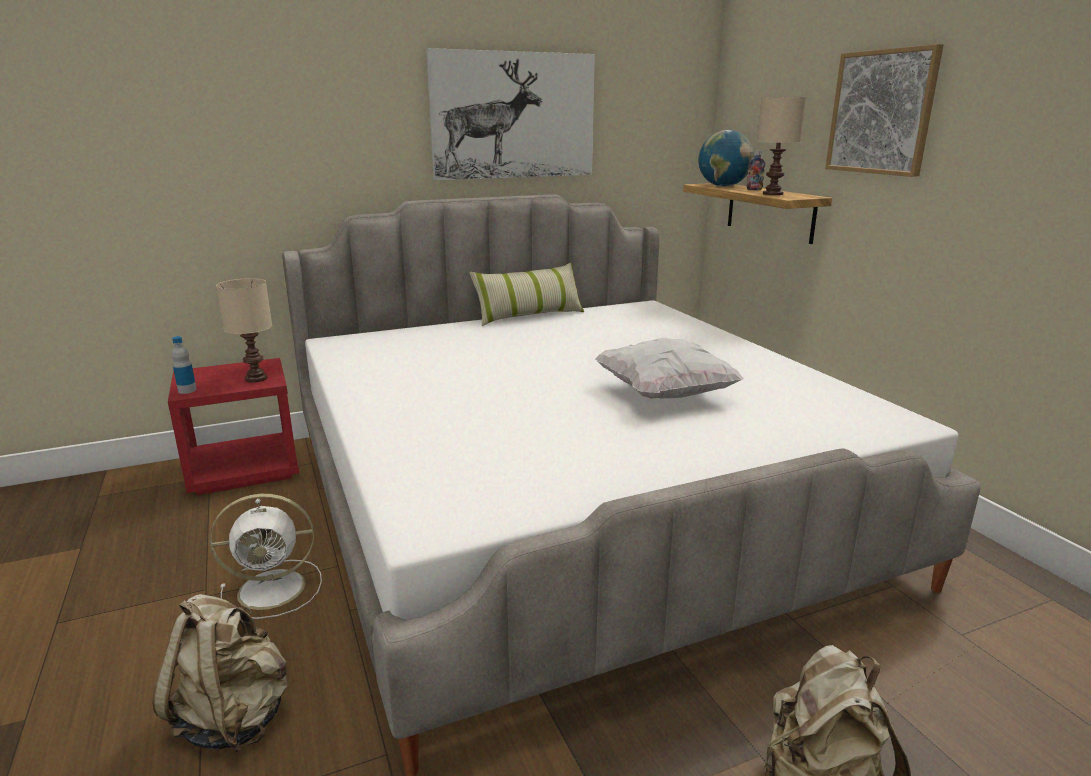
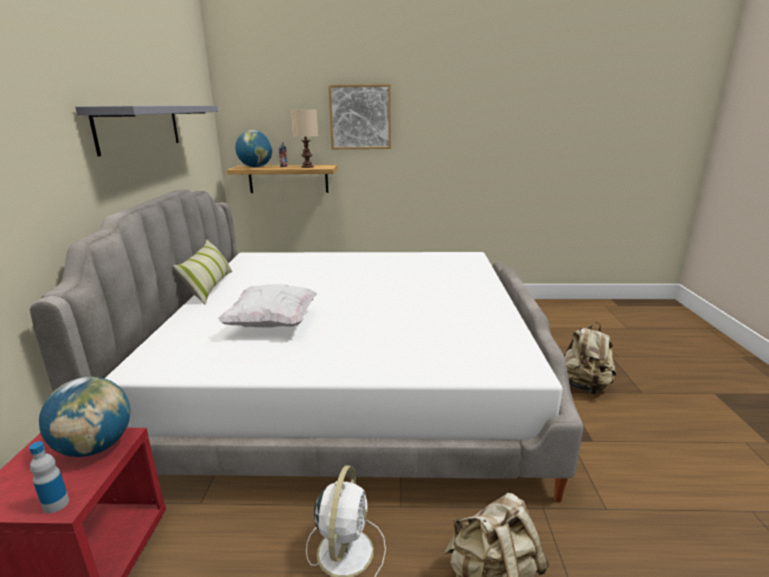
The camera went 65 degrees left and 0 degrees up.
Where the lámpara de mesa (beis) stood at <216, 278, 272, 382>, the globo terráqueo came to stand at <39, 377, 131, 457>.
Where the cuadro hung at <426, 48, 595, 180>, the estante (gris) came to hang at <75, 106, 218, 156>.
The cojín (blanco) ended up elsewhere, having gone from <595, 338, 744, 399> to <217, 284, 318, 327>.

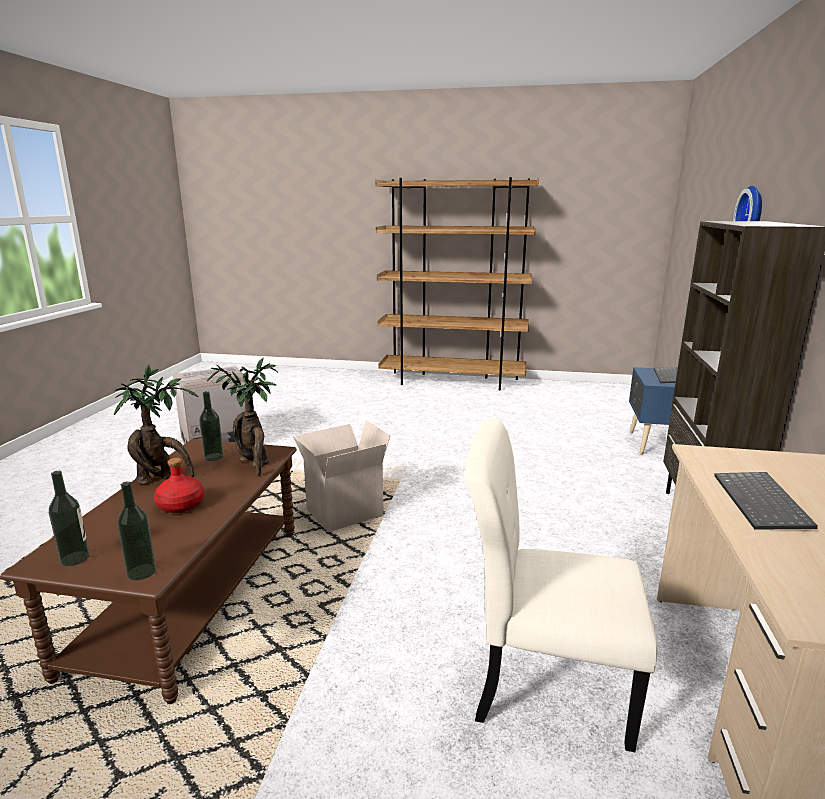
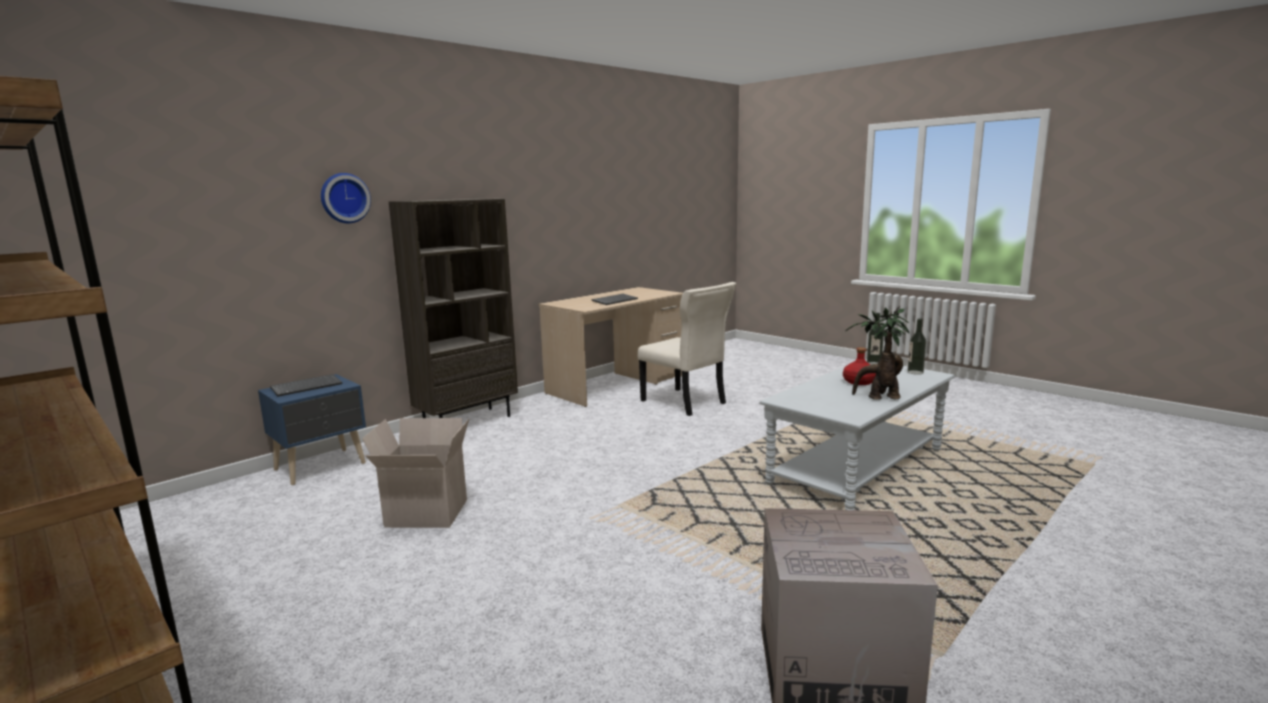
The camera went 145 degrees left and 5 degrees down.
The caja de cartón ended up elsewhere, having gone from <293, 420, 390, 532> to <362, 418, 469, 528>.
What was the mesa de centro (marrón) at <0, 439, 297, 704> turned into the mesa de centro (gris) at <759, 359, 955, 510>.
The second view lost the botella at <199, 391, 224, 461>.
The second view lost the planta en maceta at <207, 358, 278, 476>.

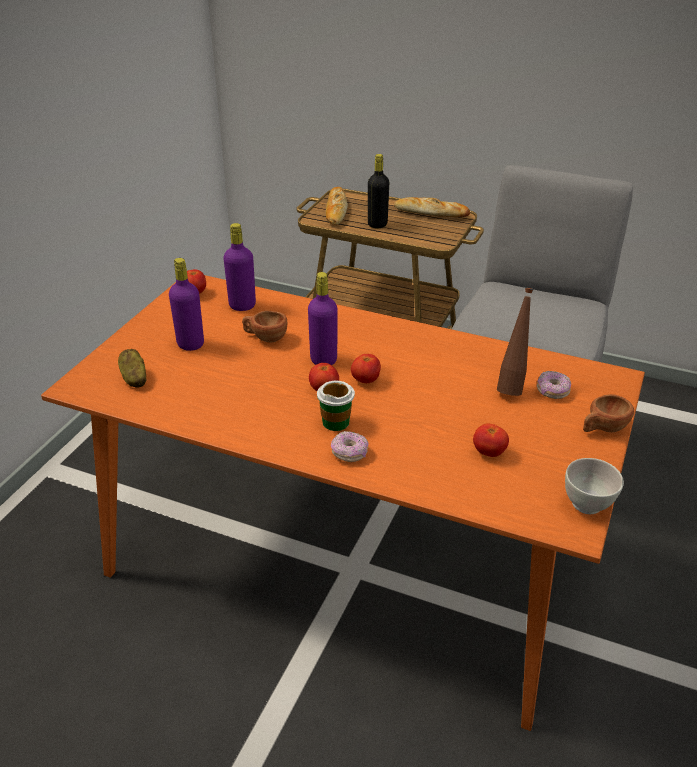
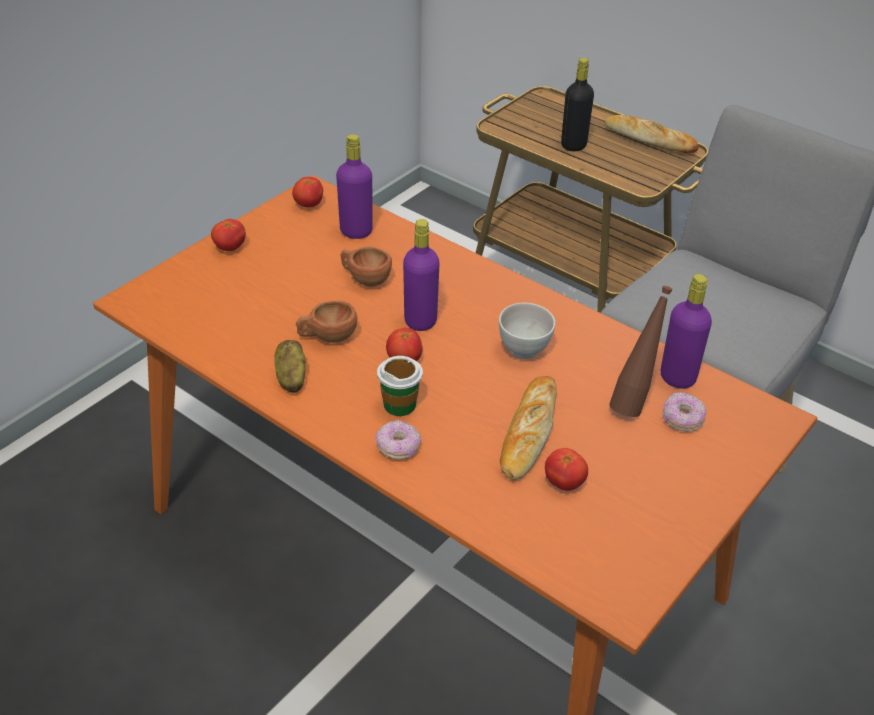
The camera went 15 degrees right and 5 degrees up.
The tomate ended up elsewhere, having gone from <351, 354, 381, 383> to <211, 219, 246, 251>.
The patata ended up elsewhere, having gone from <118, 349, 146, 388> to <275, 340, 306, 393>.
The taza (marrón) ended up elsewhere, having gone from <583, 394, 634, 432> to <296, 301, 358, 343>.
The cuenco (blanco) ended up elsewhere, having gone from <565, 458, 624, 514> to <499, 303, 555, 359>.
The pan ended up elsewhere, having gone from <325, 187, 348, 225> to <500, 376, 556, 480>.
The botella (morado) ended up elsewhere, having gone from <169, 258, 204, 351> to <661, 274, 712, 389>.

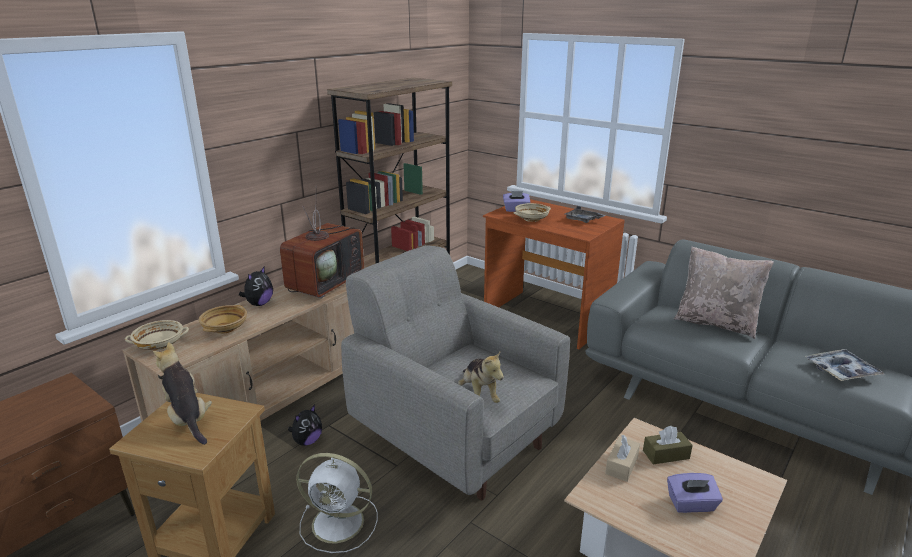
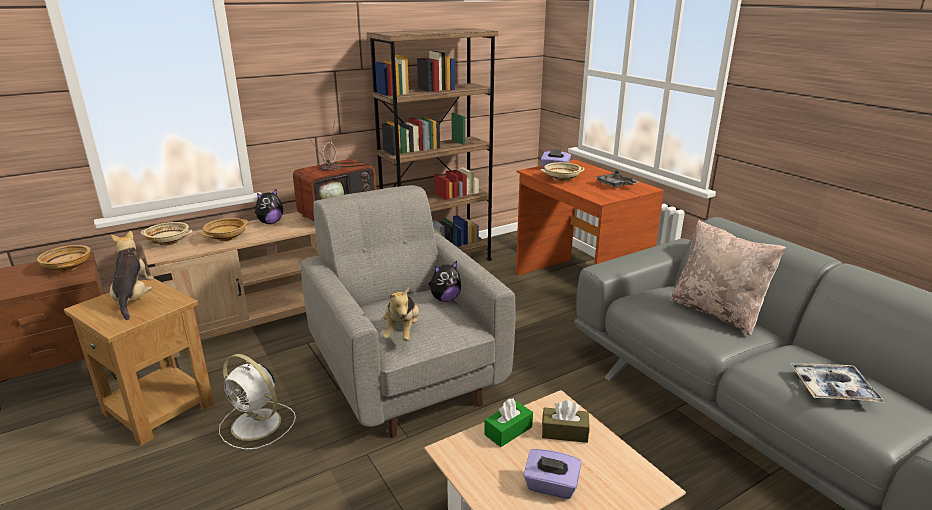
The camera went 20 degrees right and 0 degrees up.
The second view gained the cuenco (beis) at <37, 245, 90, 272>.
The peluche ended up elsewhere, having gone from <288, 405, 322, 446> to <428, 261, 461, 302>.
What was the caja de pañuelos (beis) at <605, 435, 640, 482> turned into the caja de pañuelos (verde) at <484, 399, 533, 447>.

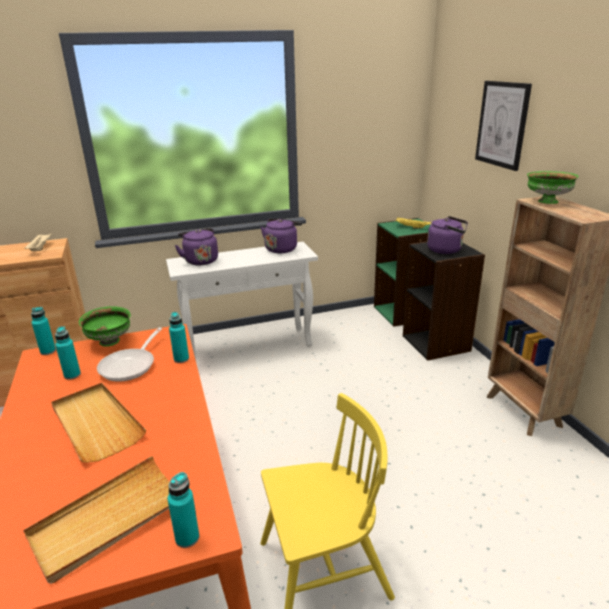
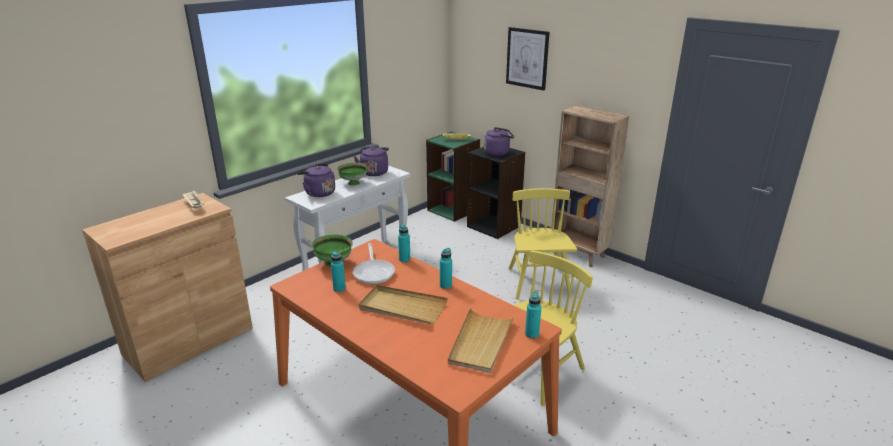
The camera went 30 degrees left and 0 degrees up.
The cuenco (verde) ended up elsewhere, having gone from <527, 171, 579, 204> to <337, 163, 367, 186>.
The botella (turquesa) ended up elsewhere, having gone from <31, 307, 56, 355> to <440, 248, 452, 289>.
The second view gained the silla (amarillo) at <509, 188, 577, 300>.

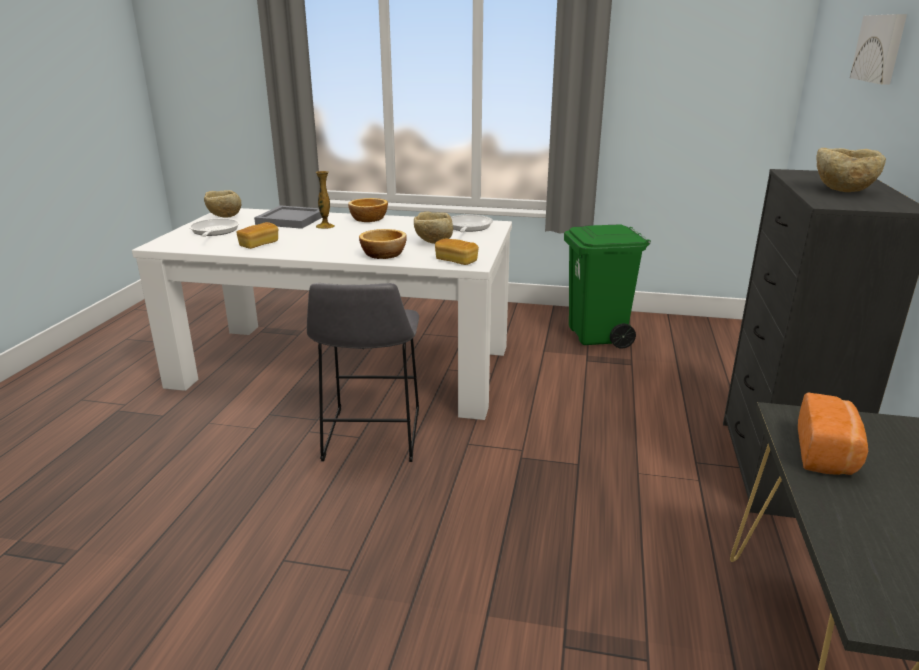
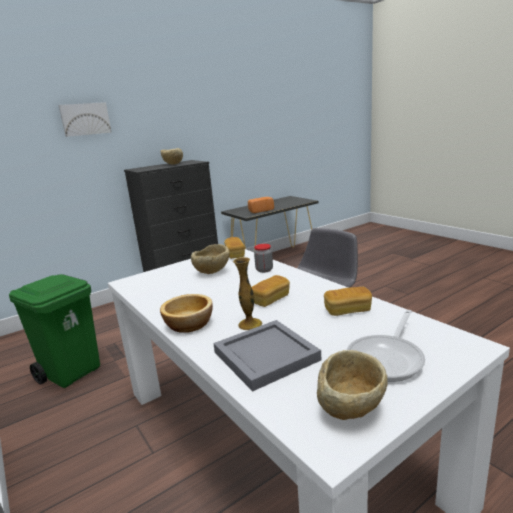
The camera went 135 degrees left and 5 degrees down.
The second view gained the pan at <252, 275, 290, 307>.
Where the cuenco stood at <359, 229, 407, 259>, the tarro came to stand at <254, 244, 273, 273>.
The second view lost the sartén at <451, 215, 493, 232>.

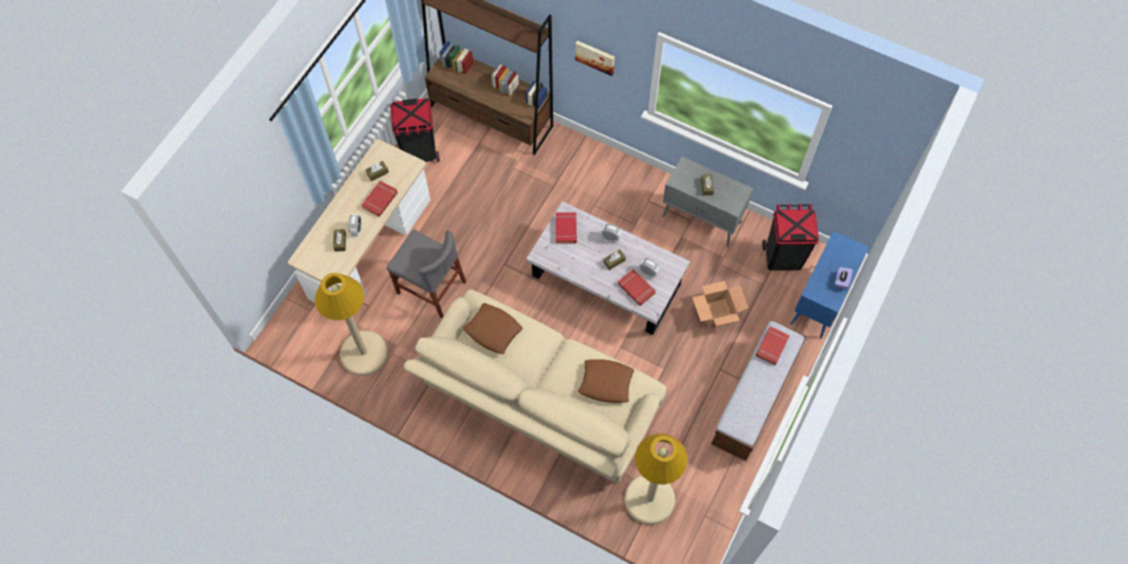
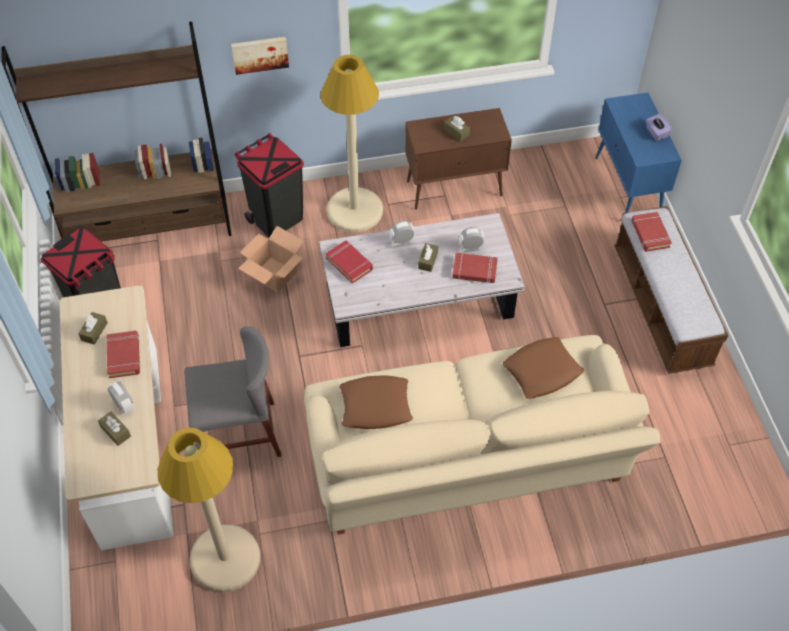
The camera went 40 degrees left and 10 degrees down.
The papelera (negro) ended up elsewhere, having gone from <763, 204, 819, 271> to <235, 133, 304, 237>.
The caja de cartón ended up elsewhere, having gone from <692, 281, 749, 328> to <238, 226, 303, 293>.
The lámpara de pie (beis) ended up elsewhere, having gone from <624, 434, 687, 525> to <321, 55, 383, 232>.
What was the armario (gris) at <662, 157, 753, 247> turned into the armario (marrón) at <405, 108, 512, 210>.

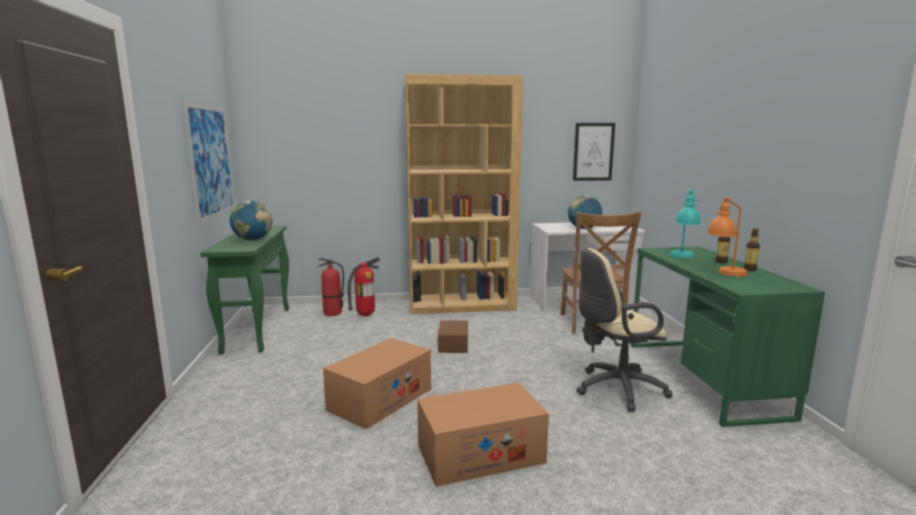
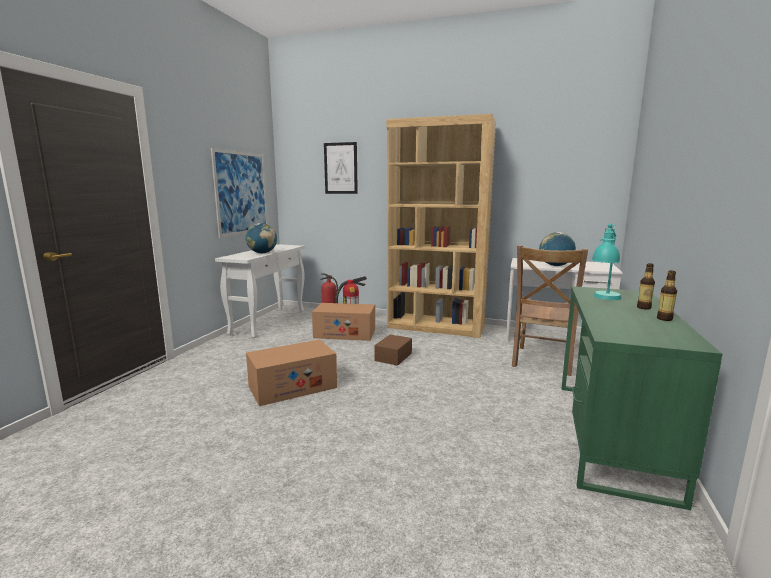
The camera went 25 degrees right and 0 degrees up.
What was the mesa consola (verde) at <200, 225, 289, 354> turned into the mesa consola (blanco) at <215, 244, 305, 338>.
The caja de cartón ended up elsewhere, having gone from <417, 383, 549, 487> to <312, 303, 375, 341>.
The cuadro ended up elsewhere, having gone from <573, 123, 615, 181> to <324, 142, 358, 194>.
The second view lost the silla de oficina (beis) at <577, 248, 673, 412>.
The second view lost the lámpara de mesa (naranja) at <707, 197, 747, 277>.

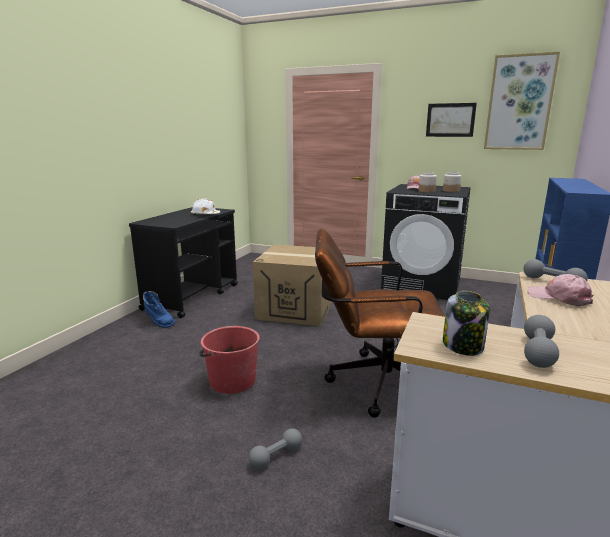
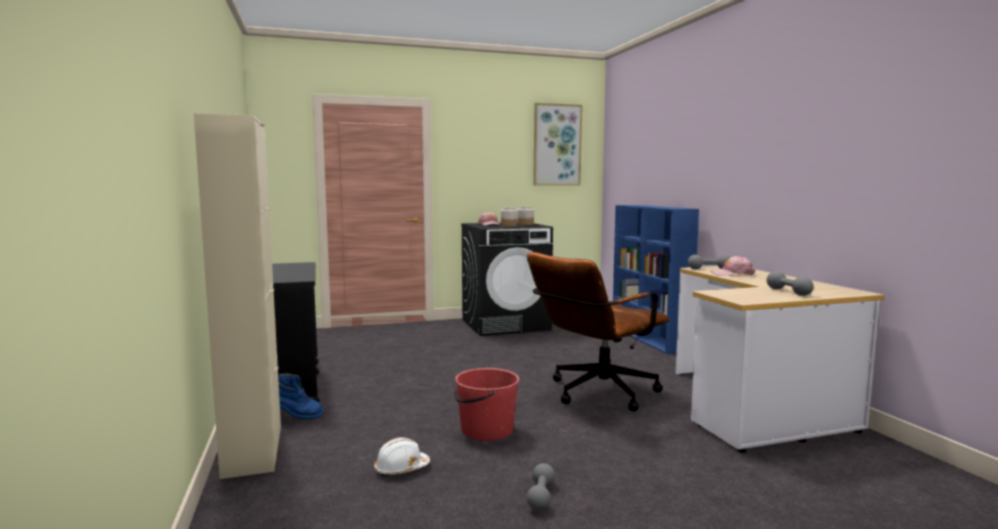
The camera went 40 degrees left and 10 degrees down.
The second view gained the armario (beis) at <194, 113, 281, 479>.
The casco (blanco) ended up elsewhere, having gone from <191, 198, 220, 215> to <374, 437, 430, 476>.
The mancuerna (gris) ended up elsewhere, having gone from <249, 428, 302, 469> to <526, 463, 555, 511>.
The second view lost the caja de cartón at <253, 245, 332, 326>.
The second view lost the cuadro at <426, 103, 477, 137>.
The second view lost the tarro at <443, 291, 490, 356>.

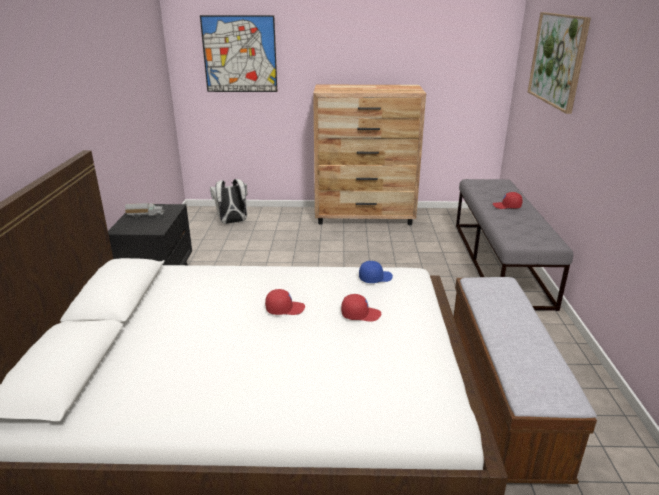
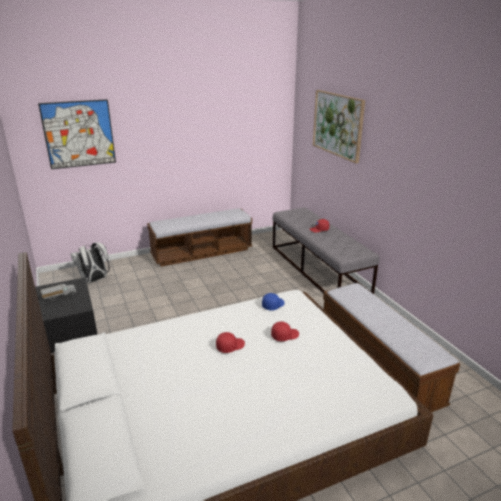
The camera went 25 degrees left and 0 degrees up.
Where the cómoda (marrón) stood at <313, 85, 426, 225>, the banco came to stand at <147, 208, 252, 267>.

